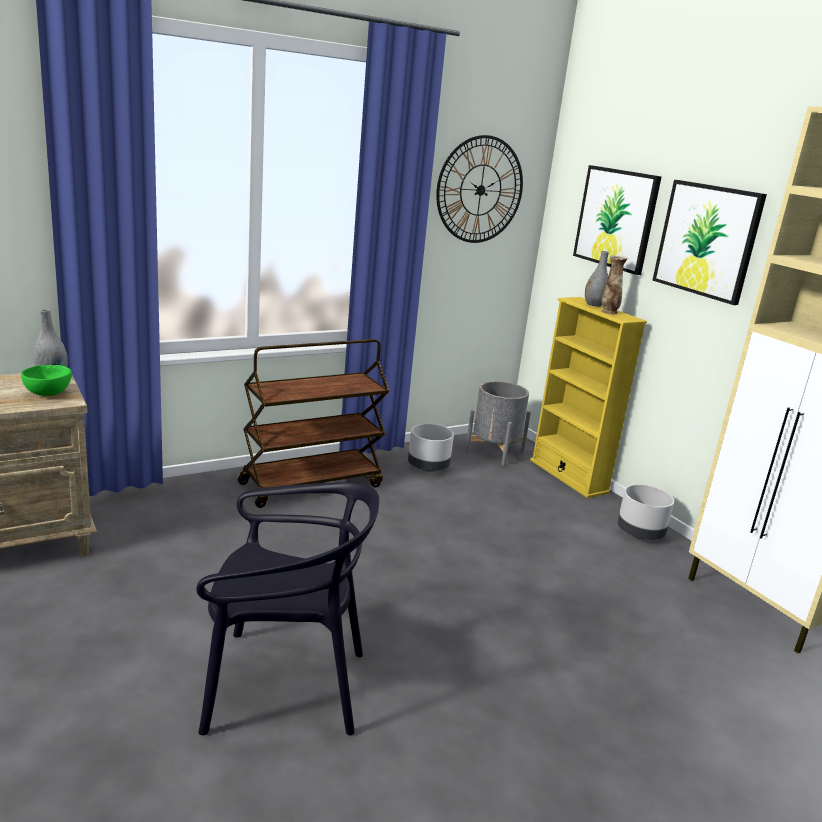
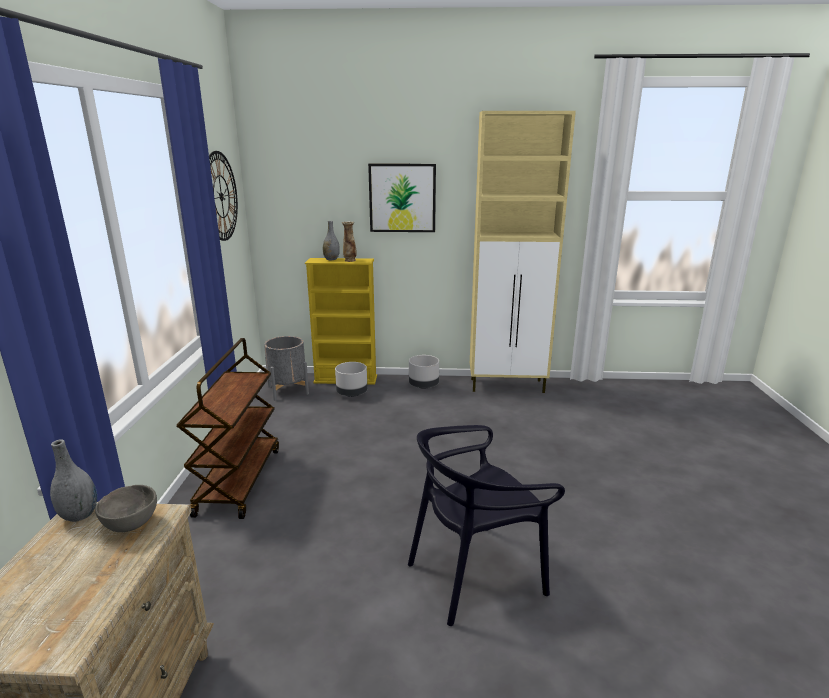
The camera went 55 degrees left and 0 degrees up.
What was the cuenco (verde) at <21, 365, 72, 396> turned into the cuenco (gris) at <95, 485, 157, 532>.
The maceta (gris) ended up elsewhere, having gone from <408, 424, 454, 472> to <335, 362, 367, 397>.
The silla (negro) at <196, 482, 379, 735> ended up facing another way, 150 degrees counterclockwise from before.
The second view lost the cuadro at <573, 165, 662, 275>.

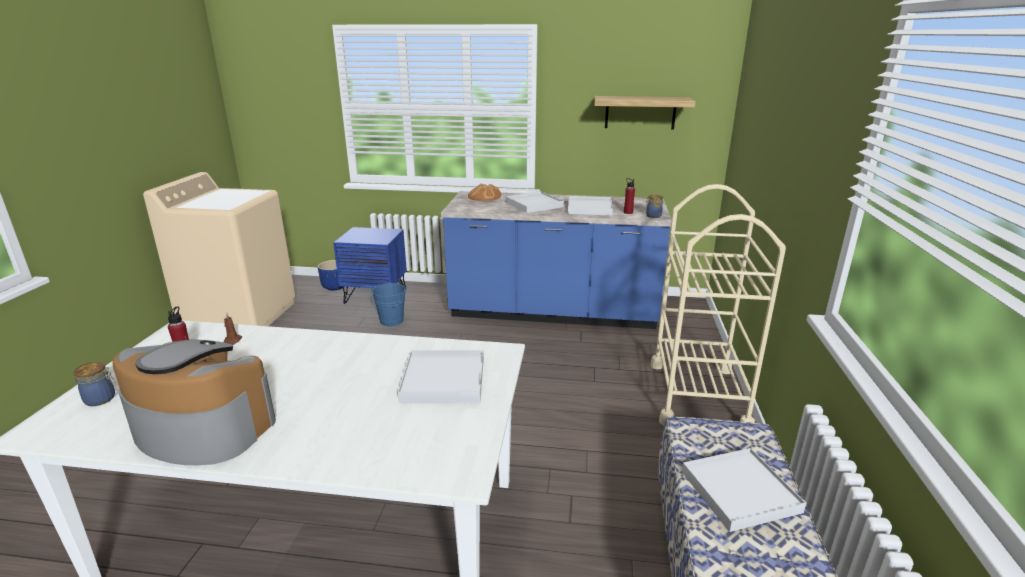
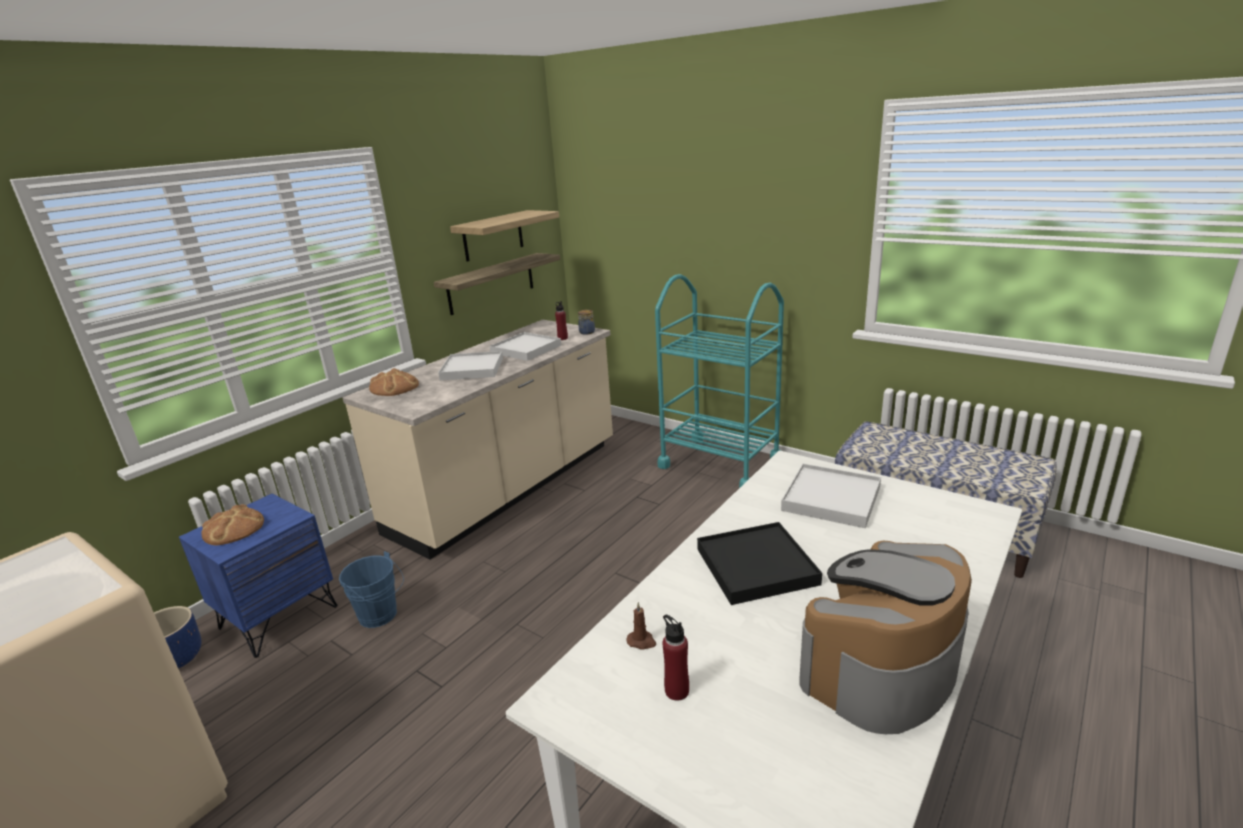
The camera went 60 degrees left and 0 degrees up.
The second view gained the pan at <201, 504, 264, 545>.
What was the mueble bajo de cocina (azul) at <441, 191, 672, 329> turned into the mueble bajo de cocina (beis) at <342, 320, 613, 560>.
The second view gained the estante at <434, 253, 560, 315>.
What was the carrito (beis) at <650, 184, 786, 425> turned into the carrito (turquesa) at <655, 274, 784, 488>.
The second view gained the bandeja (negro) at <697, 522, 822, 605>.
The second view lost the tarro at <73, 362, 116, 406>.
The second view lost the bandeja (blanco) at <682, 448, 806, 532>.

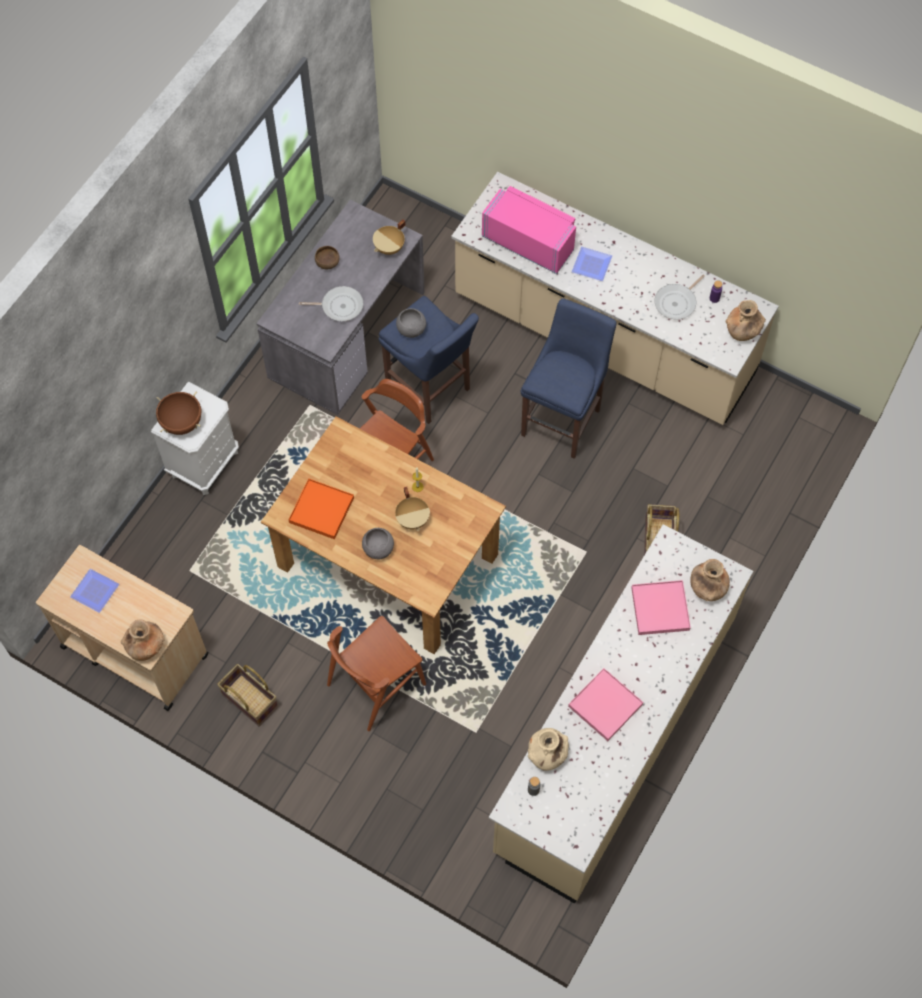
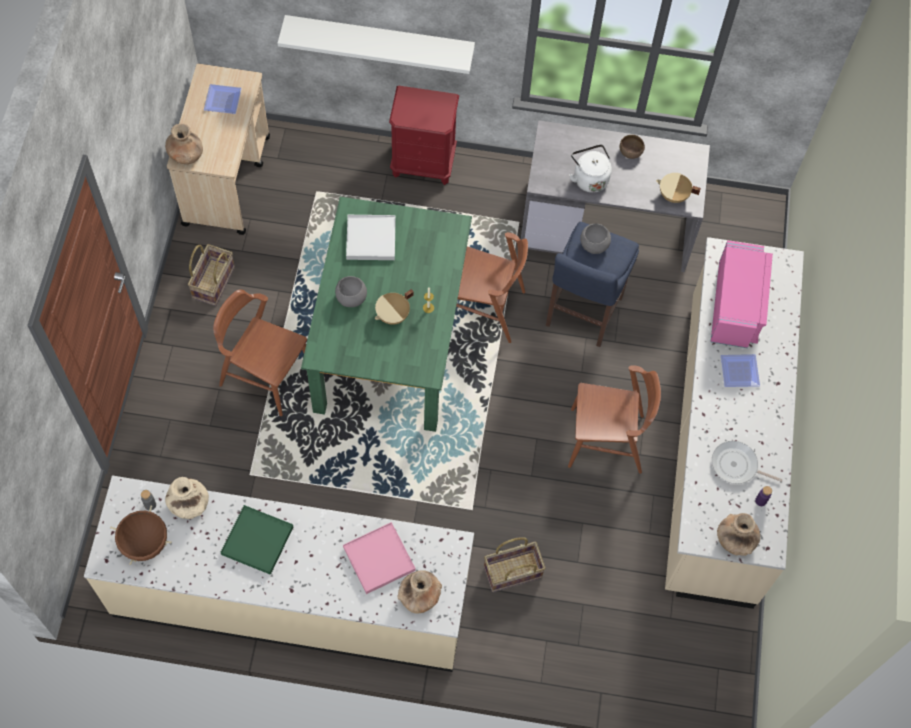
The camera went 65 degrees right and 0 degrees up.
The olla (marrón) ended up elsewhere, having gone from <156, 392, 202, 435> to <110, 506, 172, 565>.
What was the bandeja (rosa) at <568, 668, 643, 741> turned into the bandeja (verde) at <221, 505, 293, 575>.
The second view gained the estante (blanco) at <278, 15, 475, 74>.
What was the mesa de comedor (marrón) at <261, 416, 506, 654> turned into the mesa de comedor (verde) at <301, 197, 472, 432>.
What was the bandeja (naranja) at <288, 479, 354, 539> turned into the bandeja (blanco) at <346, 215, 396, 260>.
What was the mesita de noche (blanco) at <151, 382, 239, 495> turned into the mesita de noche (rojo) at <389, 85, 459, 185>.
Where the taburete (azul) stood at <521, 298, 616, 459>, the silla (marrón) came to stand at <568, 365, 661, 474>.
Where the sartén stood at <299, 286, 363, 321>, the hervidor (blanco) came to stand at <569, 144, 612, 193>.

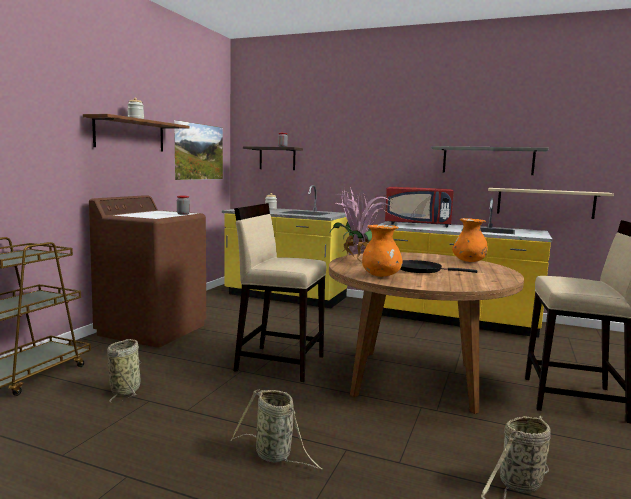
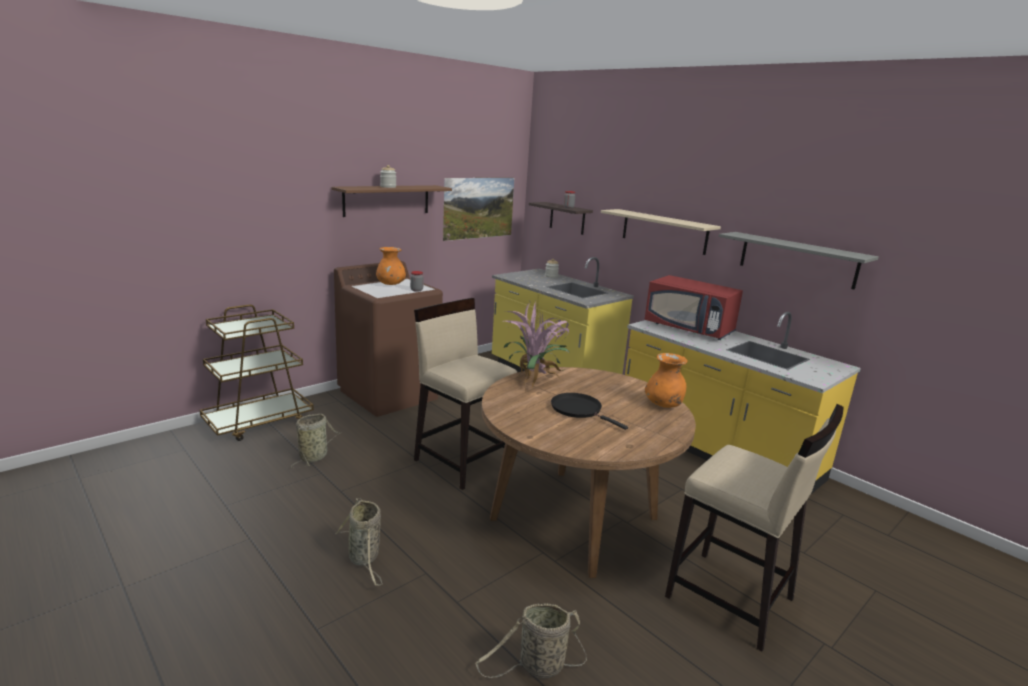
The camera went 25 degrees right and 10 degrees up.
The florero (naranja) ended up elsewhere, having gone from <362, 225, 403, 277> to <376, 247, 406, 285>.
The estante (beis) ended up elsewhere, having gone from <488, 188, 614, 219> to <601, 209, 721, 255>.

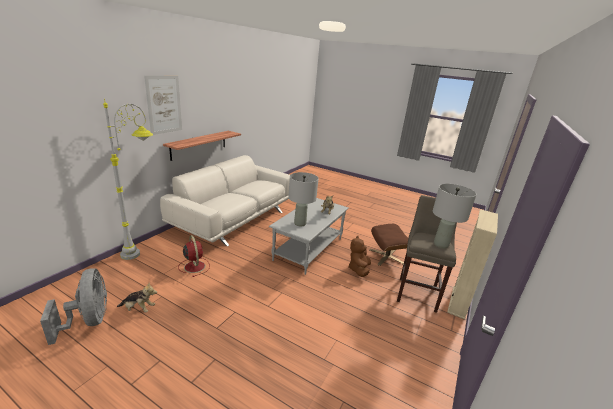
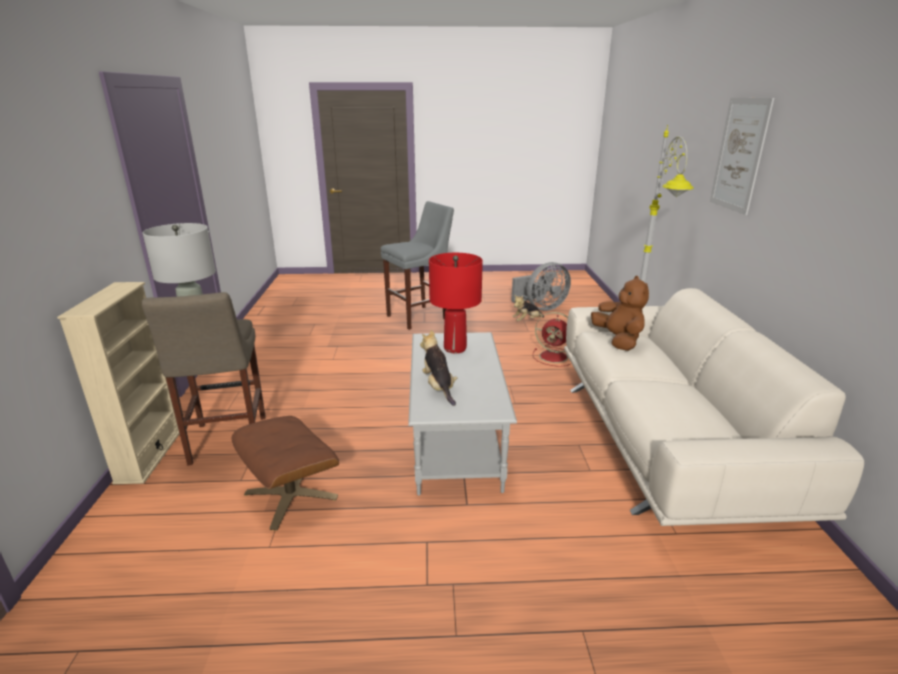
The camera went 150 degrees right and 0 degrees up.
The second view gained the taburete (gris) at <381, 201, 454, 330>.
What was the lámpara de mesa (gris) at <288, 172, 319, 227> turned into the lámpara de mesa (rojo) at <429, 253, 483, 353>.
The ventilador (gris) at <40, 268, 107, 345> ended up facing another way, 60 degrees counterclockwise from before.
The peluche (marrón) ended up elsewhere, having gone from <348, 236, 371, 277> to <591, 276, 649, 351>.
The second view lost the estante at <163, 131, 241, 161>.

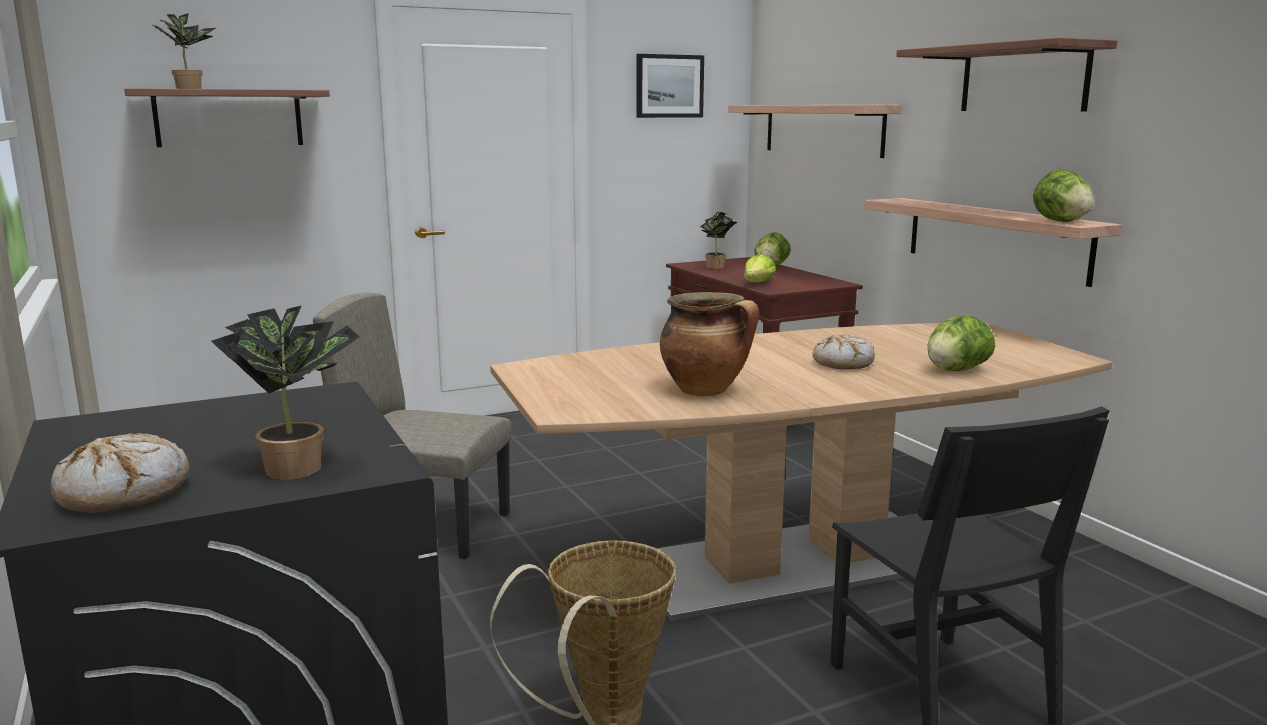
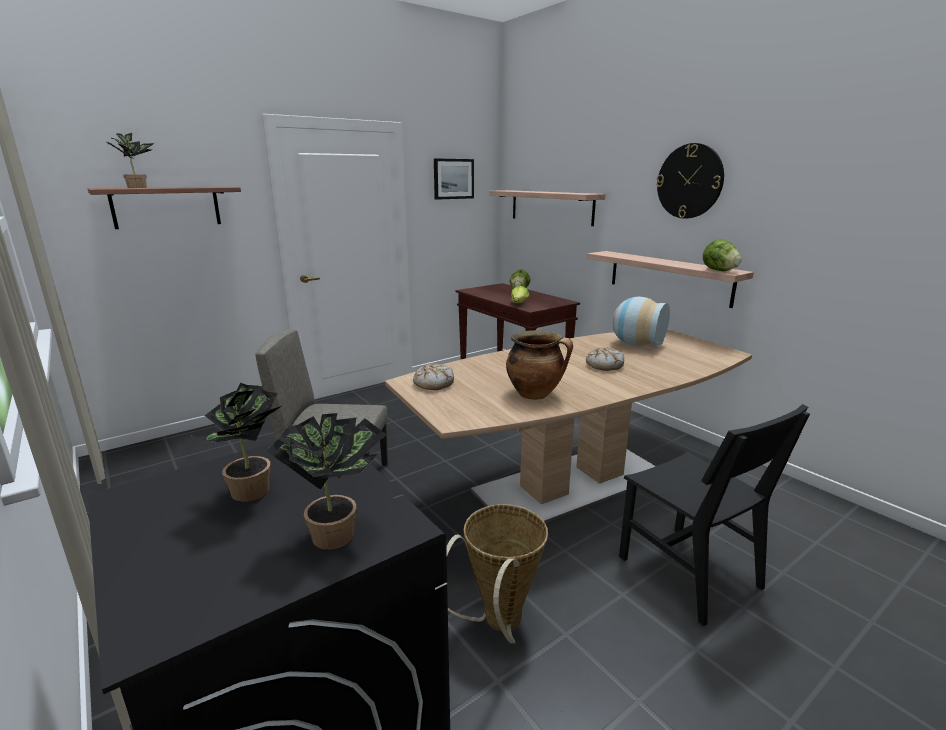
The camera went 10 degrees left and 5 degrees up.
The planta en maceta ended up elsewhere, having gone from <700, 212, 737, 269> to <192, 383, 282, 502>.
The pan ended up elsewhere, having gone from <51, 433, 190, 514> to <413, 364, 454, 390>.
The second view gained the florero at <612, 297, 670, 347>.
Where the estante hung at <896, 38, 1117, 112>, the reloj de pared came to hang at <656, 143, 724, 219>.
The second view lost the lechuga at <928, 315, 995, 371>.

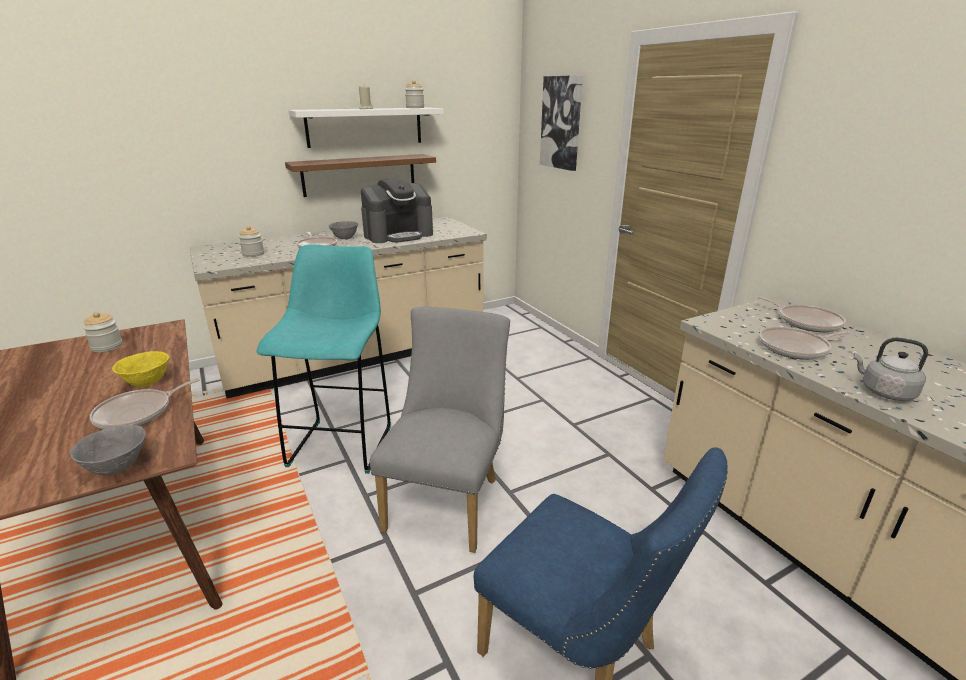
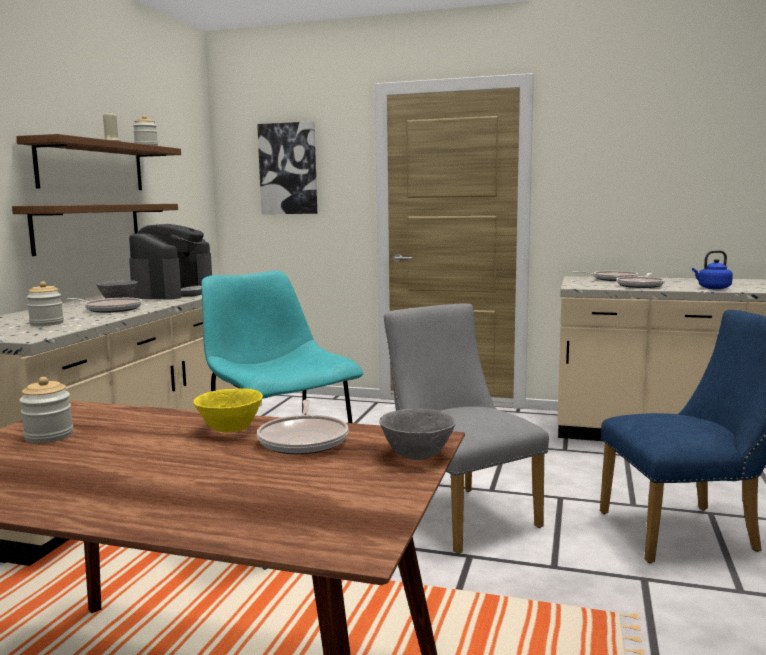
The camera went 45 degrees left and 15 degrees down.
What was the estante (blanco) at <288, 108, 444, 148> turned into the estante (marrón) at <16, 134, 181, 190>.
What was the hervidor (gris) at <853, 338, 928, 401> turned into the hervidor (azul) at <692, 250, 733, 289>.

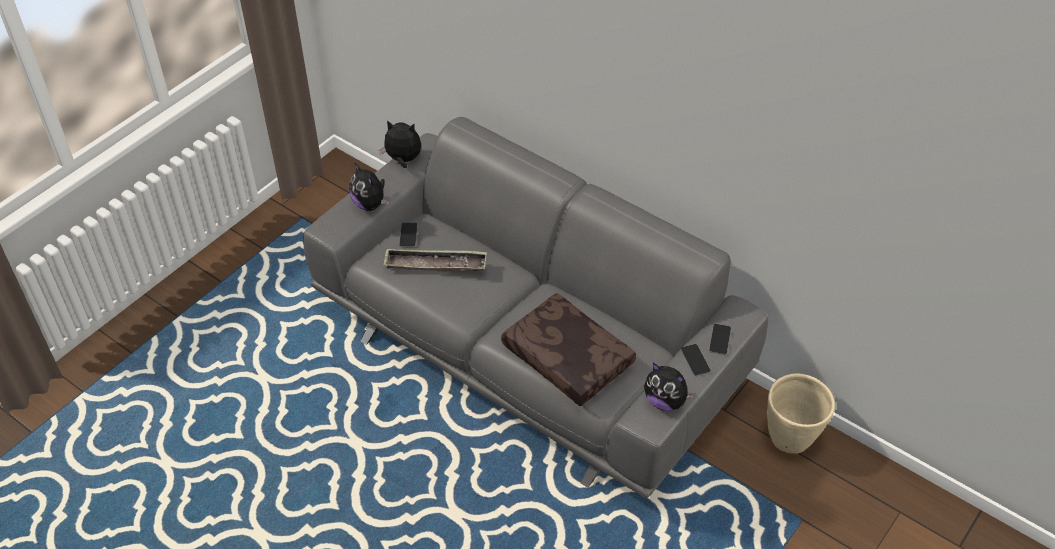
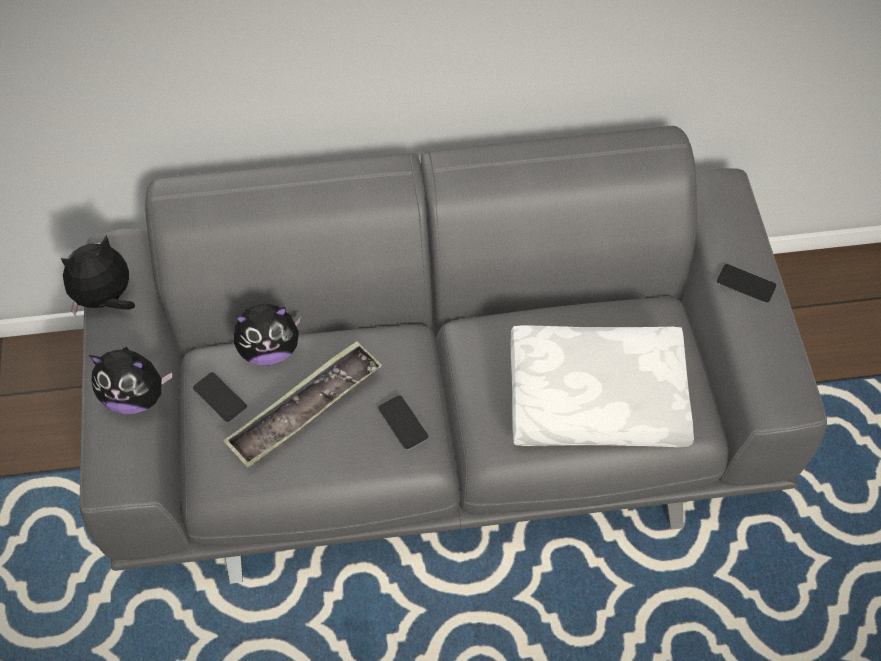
The camera went 45 degrees left and 10 degrees up.
The peluche ended up elsewhere, having gone from <644, 363, 695, 411> to <234, 304, 301, 365>.
The móvil ended up elsewhere, having gone from <709, 324, 731, 355> to <378, 395, 429, 450>.
What was the cojín (marrón) at <501, 293, 636, 407> turned into the cojín (blanco) at <511, 325, 694, 447>.
The second view lost the maceta (beis) at <767, 373, 835, 454>.

